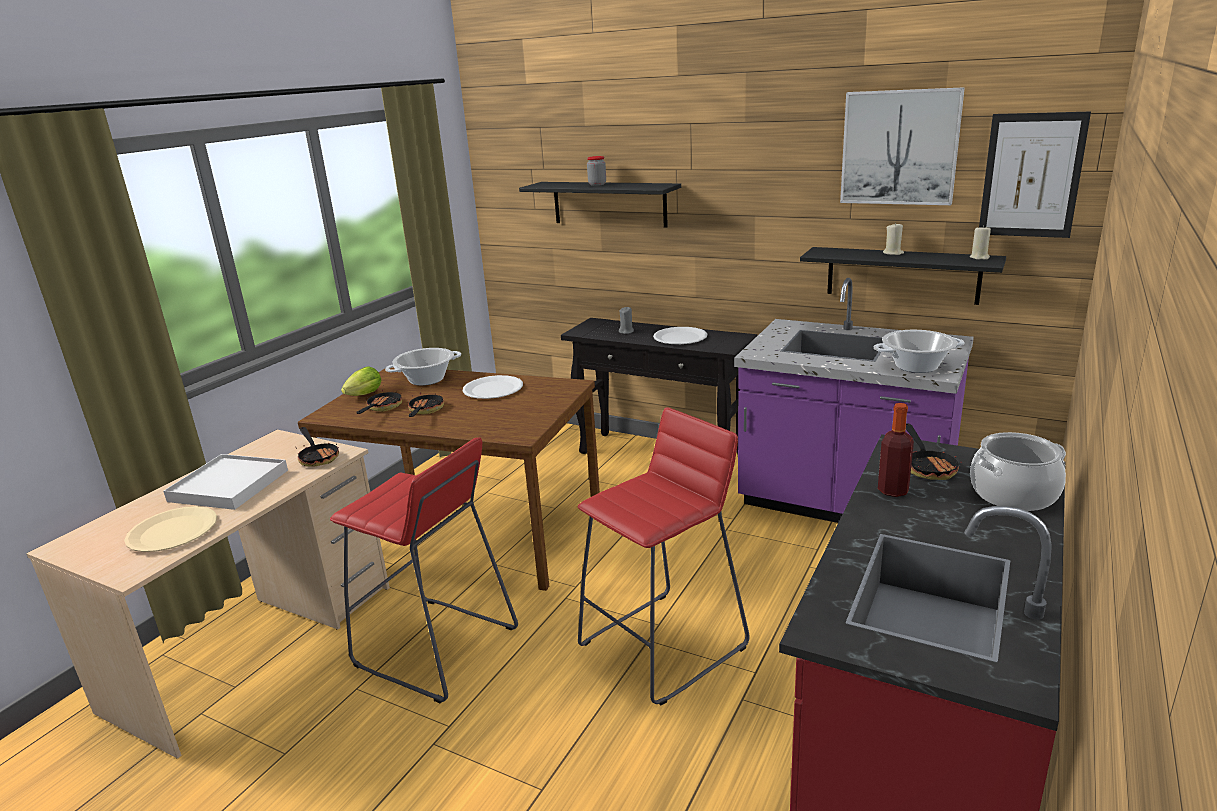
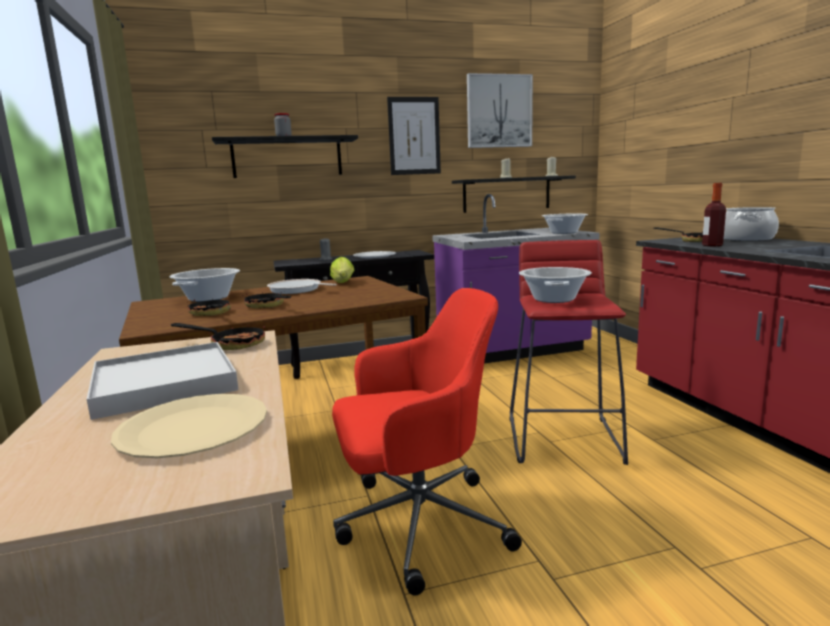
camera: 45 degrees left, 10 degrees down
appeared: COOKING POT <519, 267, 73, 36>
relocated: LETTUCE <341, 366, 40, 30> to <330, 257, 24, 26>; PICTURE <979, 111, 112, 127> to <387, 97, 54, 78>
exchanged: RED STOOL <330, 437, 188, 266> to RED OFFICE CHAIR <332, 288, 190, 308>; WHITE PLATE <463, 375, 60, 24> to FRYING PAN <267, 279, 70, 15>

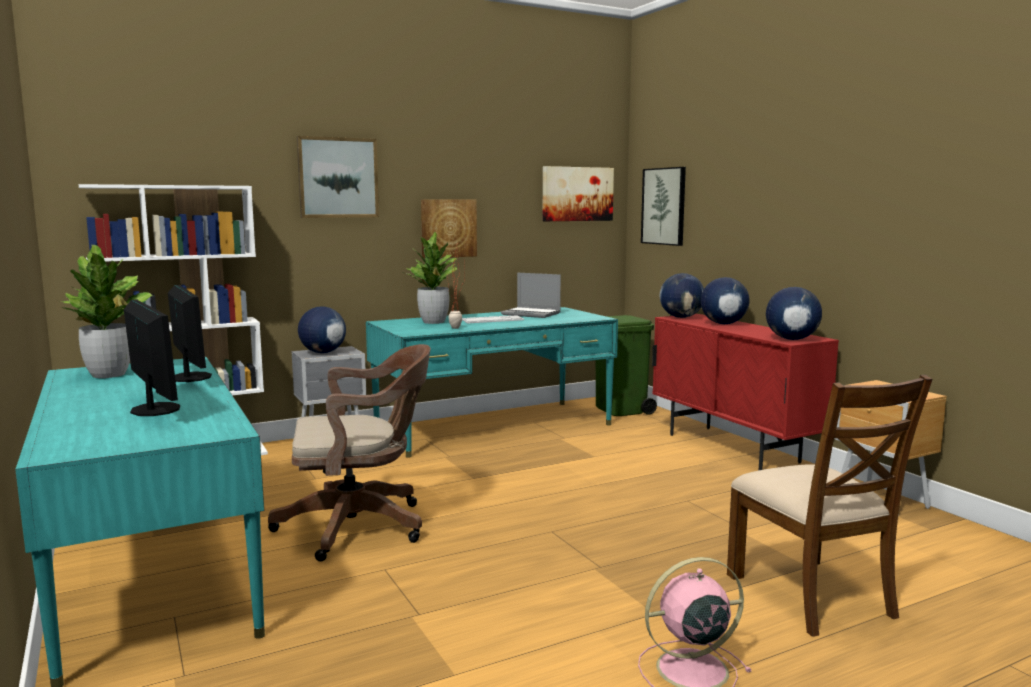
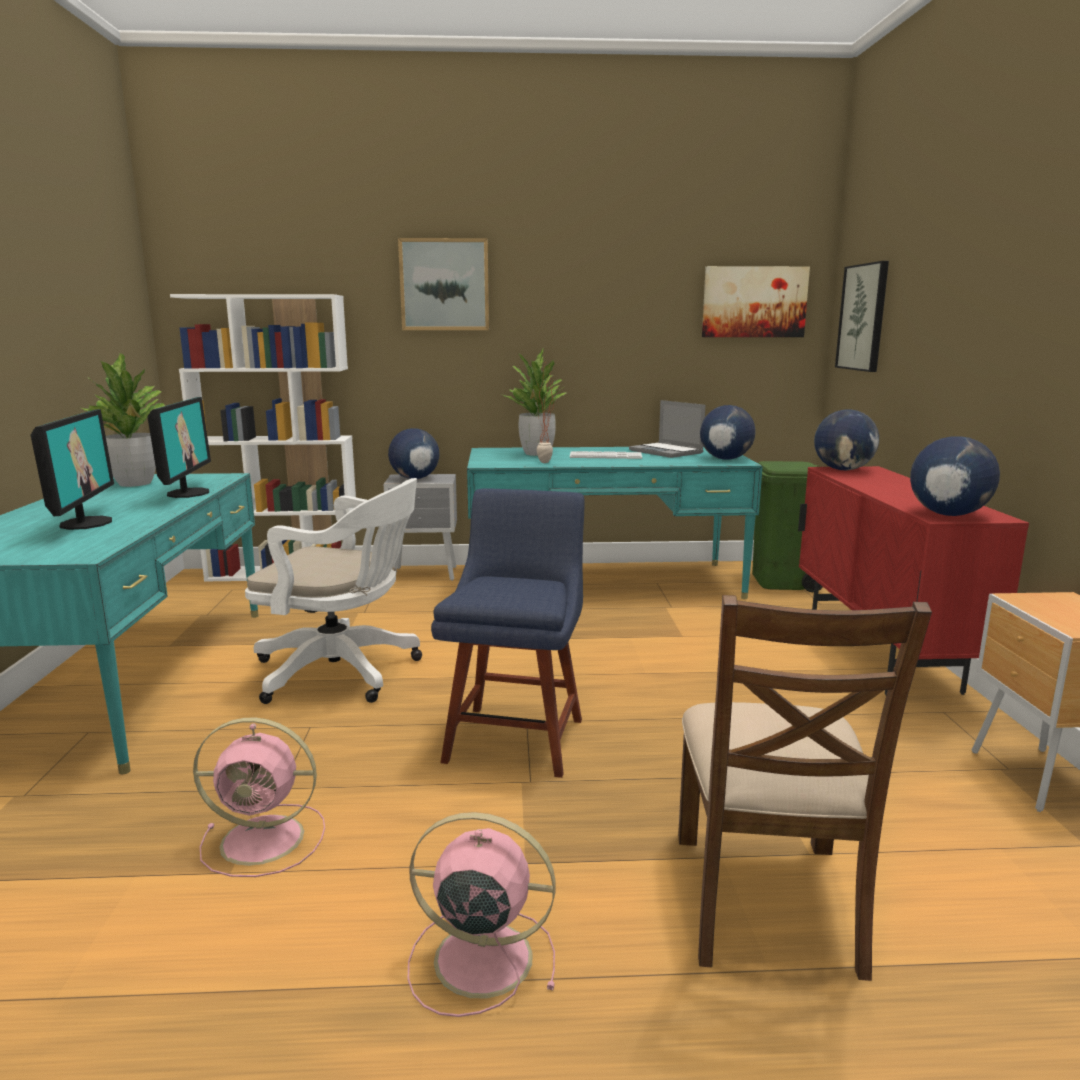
camera: 25 degrees right, 5 degrees up
missing: PICTURE <421, 199, 56, 59>
appeared: PINK FAN <193, 718, 132, 159>; BLUE CHAIR <431, 488, 153, 290>
relocated: GLOBE <701, 277, 49, 47> to <700, 405, 56, 55>
colour: BROWN OFFICE CHAIR <268, 344, 163, 218> to WHITE OFFICE CHAIR <245, 478, 177, 226>

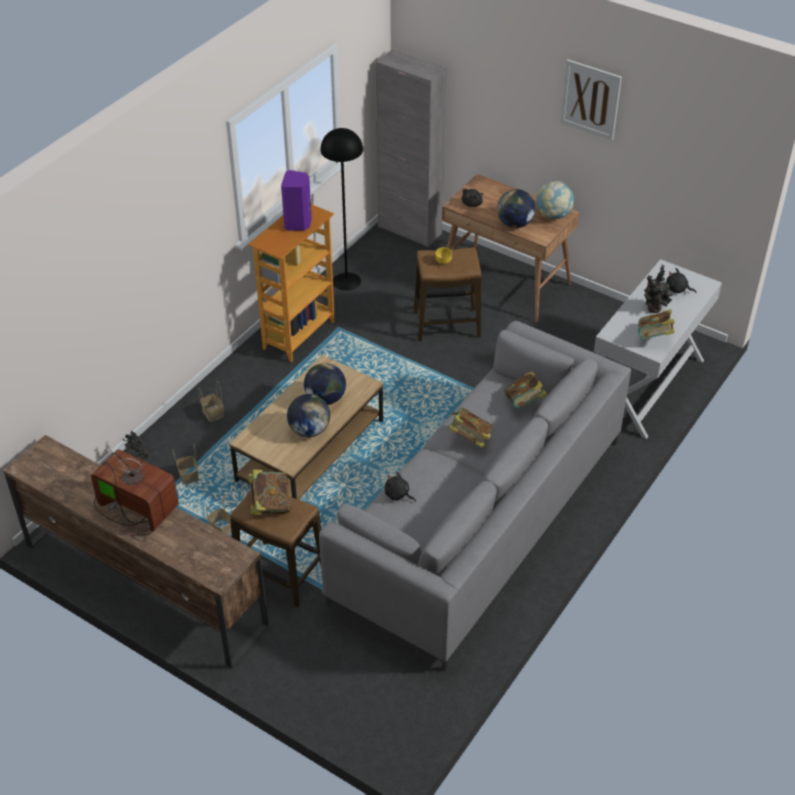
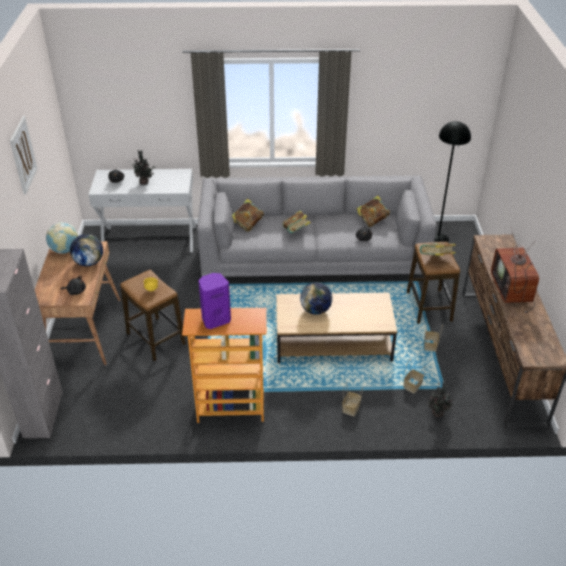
camera: 125 degrees left, 5 degrees down
missing: GLOBE <287, 394, 43, 43>
relocated: BLACK FLOOR LAMP <321, 128, 42, 163> to <434, 121, 37, 121>; BOOK <638, 309, 36, 31> to <357, 196, 33, 31>

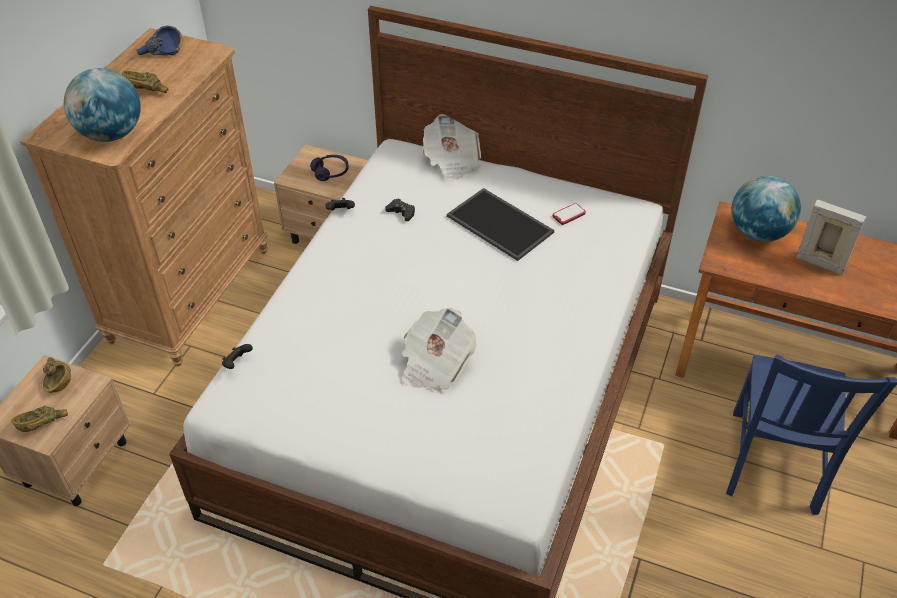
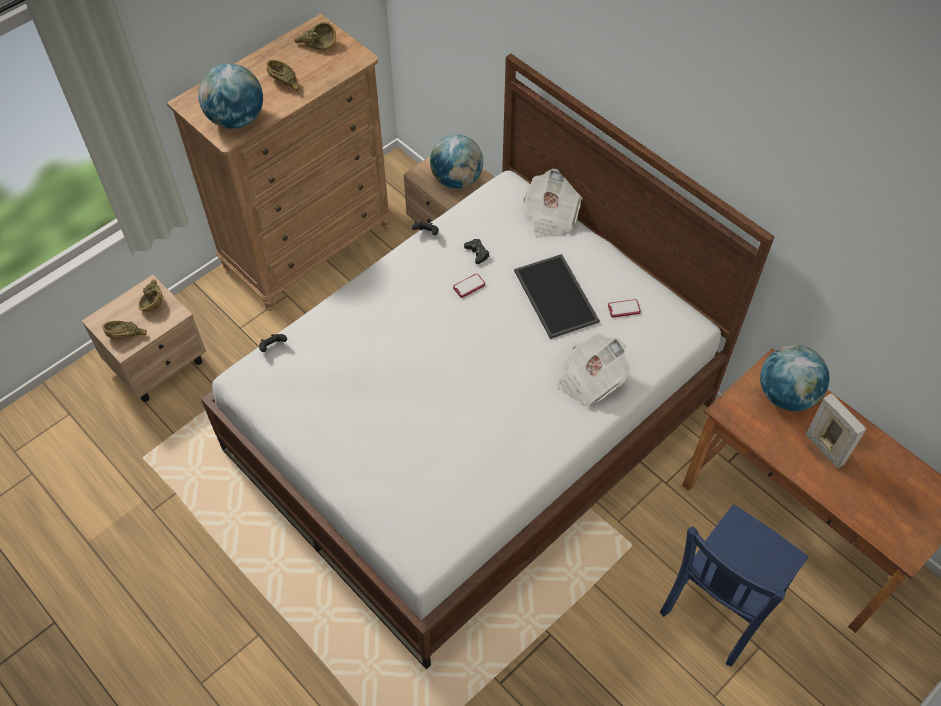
camera: 25 degrees right, 10 degrees up
appeared: PHONE <453, 274, 32, 24>
relocated: NEWSPAPER <402, 308, 74, 82> to <557, 334, 72, 72>
exchanged: PURPLE HEADPHONES <310, 155, 39, 26> to GLOBE <430, 135, 53, 54>
colour: BLUE BOWL <136, 26, 47, 29> to BROWN BOWL <294, 22, 42, 29>

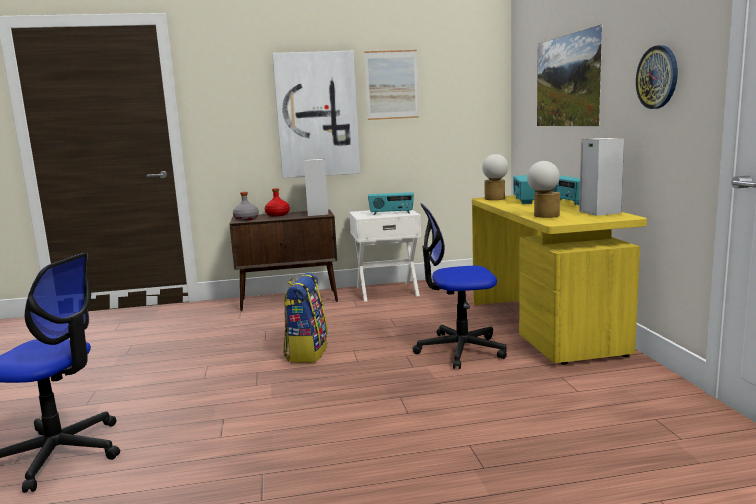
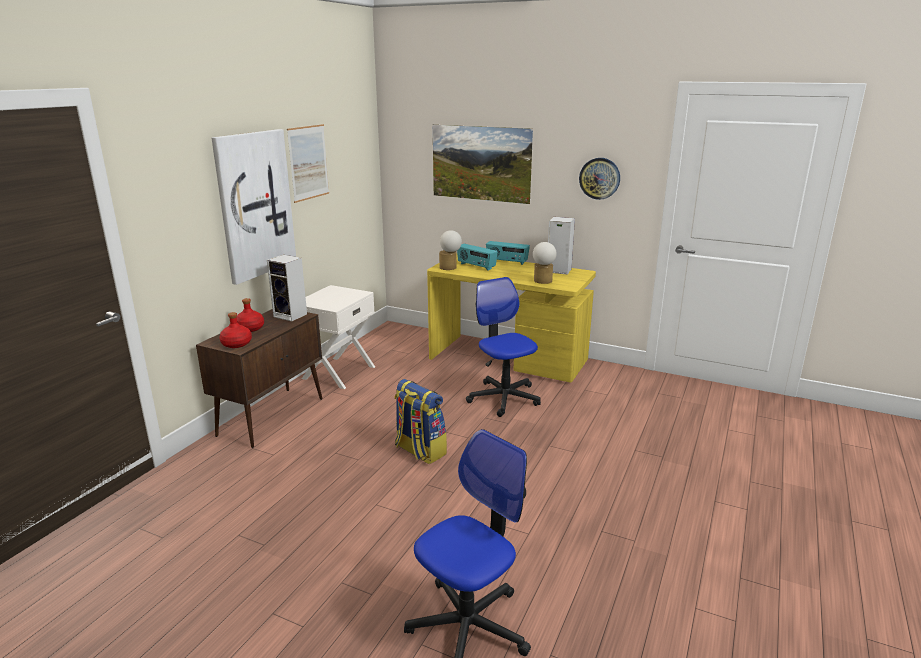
camera: 55 degrees left, 10 degrees up
missing: RADIO <368, 192, 46, 23>
colour: GREY BOTTLE <233, 192, 26, 29> to RED BOTTLE <219, 312, 33, 36>
spun: OFFICE CHAIR <412, 203, 95, 166> = <466, 277, 75, 140> 120 degrees clockwise

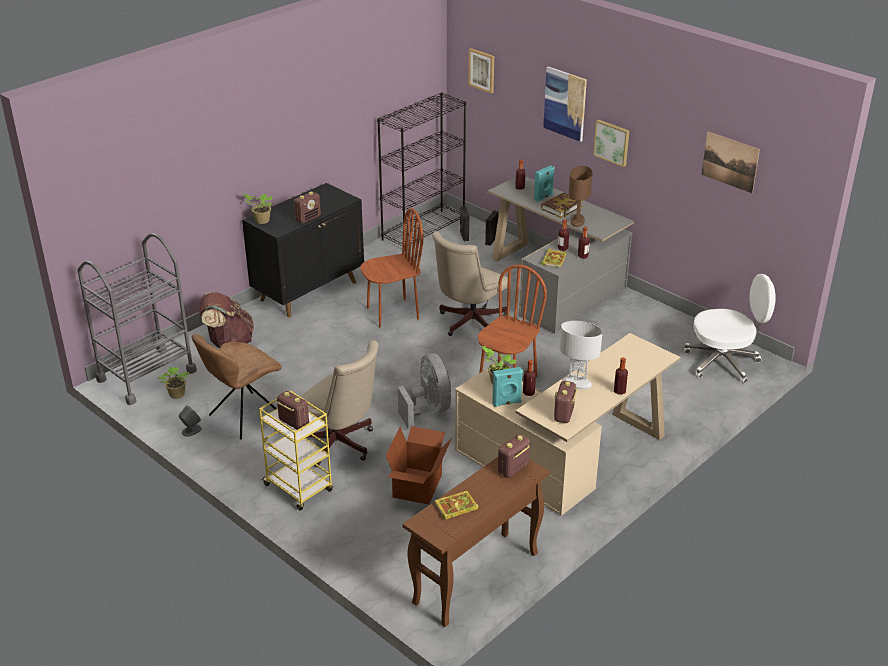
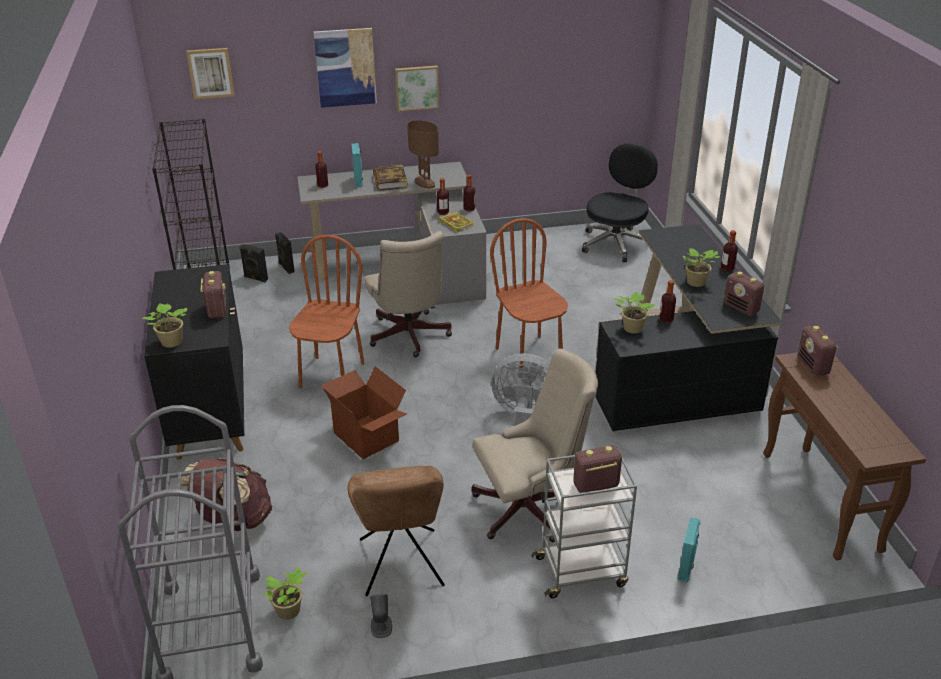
camera: 55 degrees left, 0 degrees up
missing: BOOK <435, 491, 44, 28>; PICTURE <701, 131, 59, 62>
relocated: CARDBOARD BOX <386, 426, 66, 79> to <321, 366, 86, 93>; TURQUOISE SPEAKER <492, 367, 31, 40> to <678, 517, 22, 66>
exchanged: WHITE TABLE LAMP <560, 321, 42, 68> to POTTED PLANT <683, 248, 37, 39>
colour: YELLOW CART <259, 391, 74, 120> to GREY CART <532, 449, 105, 149>; BEIGE DESK <455, 333, 226, 183> to BLACK DESK <595, 224, 187, 207>; WHITE OFFICE CHAIR <684, 274, 92, 109> to BLACK OFFICE CHAIR <582, 143, 76, 119>

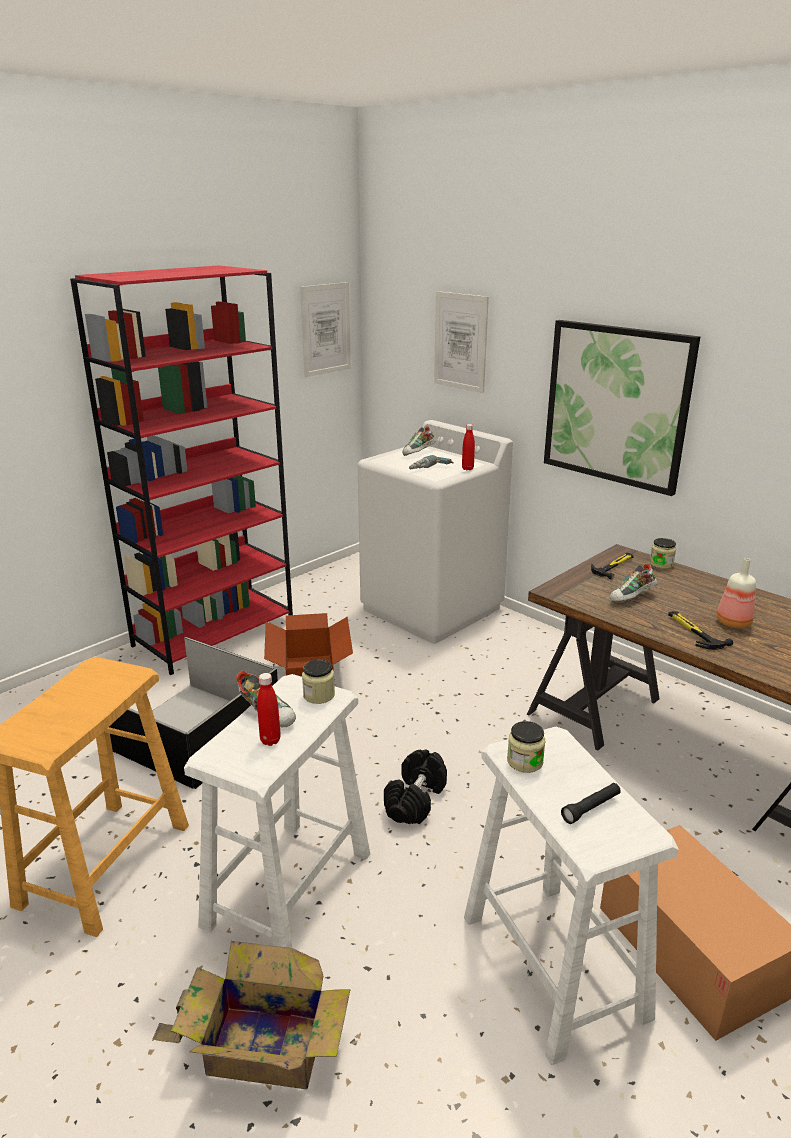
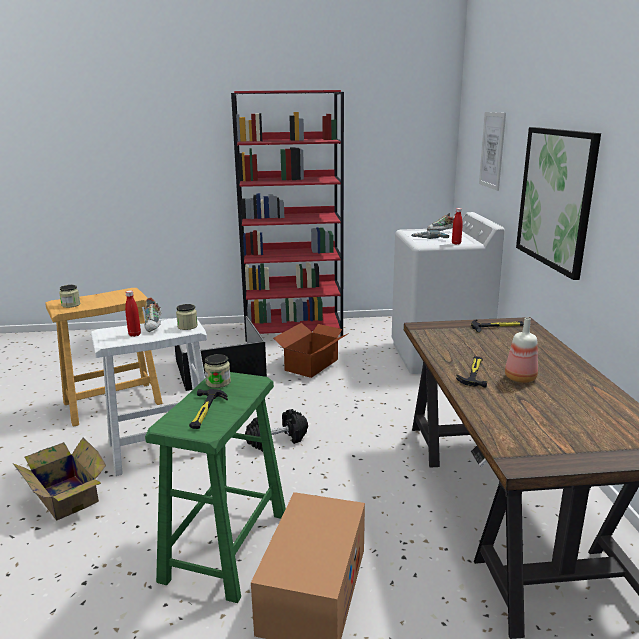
camera: 40 degrees right, 5 degrees down
missing: PICTURE <300, 282, 51, 95>; SHOE <610, 563, 48, 39>
relocated: JAR <650, 538, 26, 31> to <59, 285, 21, 23>
exchanged: BLACK FLASHLIGHT <561, 783, 60, 41> to HAMMER <189, 389, 39, 40>
colour: WHITE STOOL <464, 727, 214, 338> to GREEN STOOL <145, 372, 141, 231>

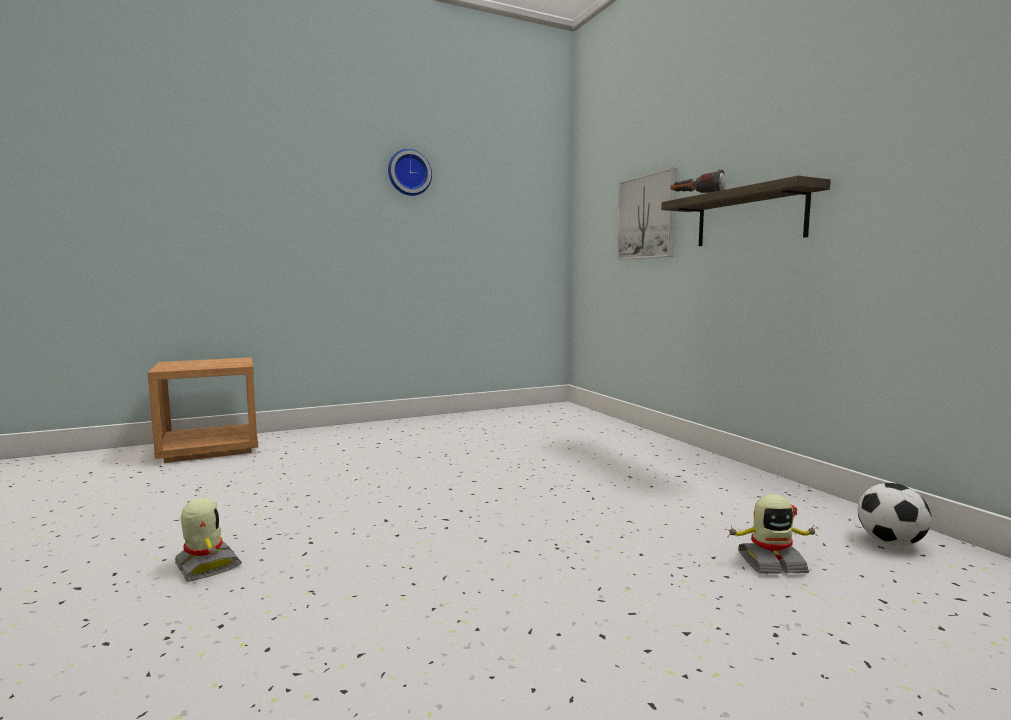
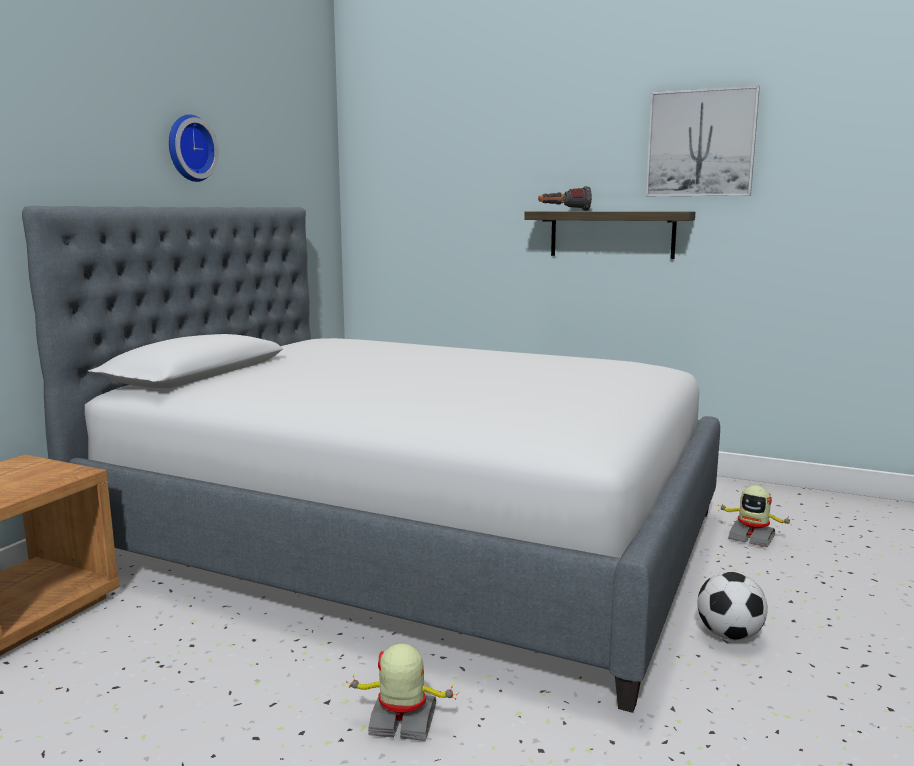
camera: 40 degrees left, 5 degrees up
appeared: BED <22, 206, 698, 507>
relocated: PICTURE <617, 168, 60, 92> to <646, 85, 114, 111>; FOOTBALL <858, 483, 73, 63> to <697, 572, 71, 68>
spun: TOY ROBOT <725, 494, 93, 80> = <717, 485, 76, 62> 75 degrees clockwise

